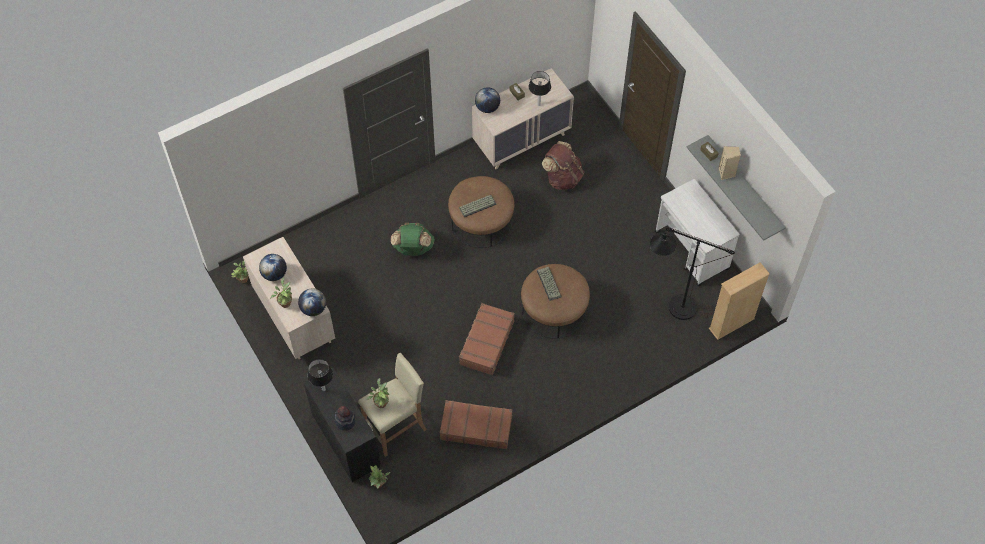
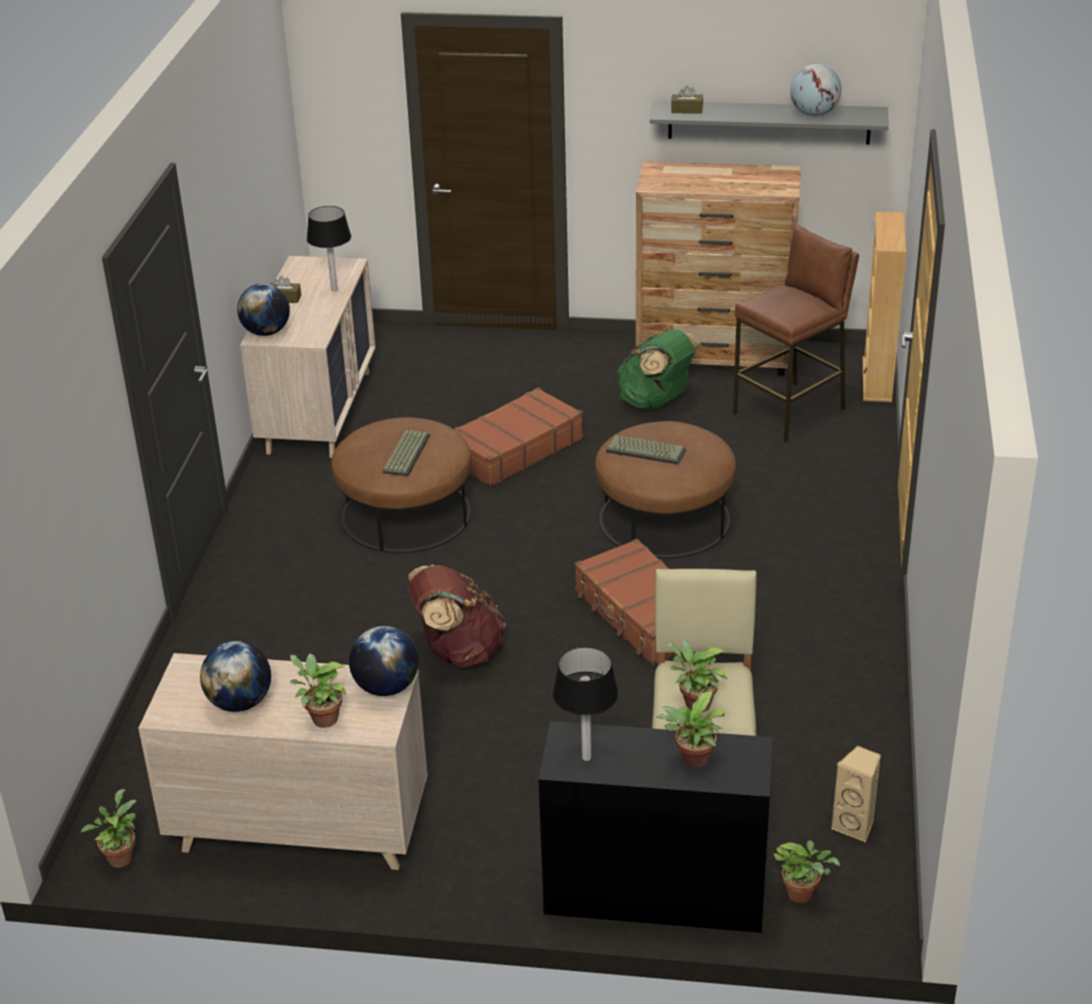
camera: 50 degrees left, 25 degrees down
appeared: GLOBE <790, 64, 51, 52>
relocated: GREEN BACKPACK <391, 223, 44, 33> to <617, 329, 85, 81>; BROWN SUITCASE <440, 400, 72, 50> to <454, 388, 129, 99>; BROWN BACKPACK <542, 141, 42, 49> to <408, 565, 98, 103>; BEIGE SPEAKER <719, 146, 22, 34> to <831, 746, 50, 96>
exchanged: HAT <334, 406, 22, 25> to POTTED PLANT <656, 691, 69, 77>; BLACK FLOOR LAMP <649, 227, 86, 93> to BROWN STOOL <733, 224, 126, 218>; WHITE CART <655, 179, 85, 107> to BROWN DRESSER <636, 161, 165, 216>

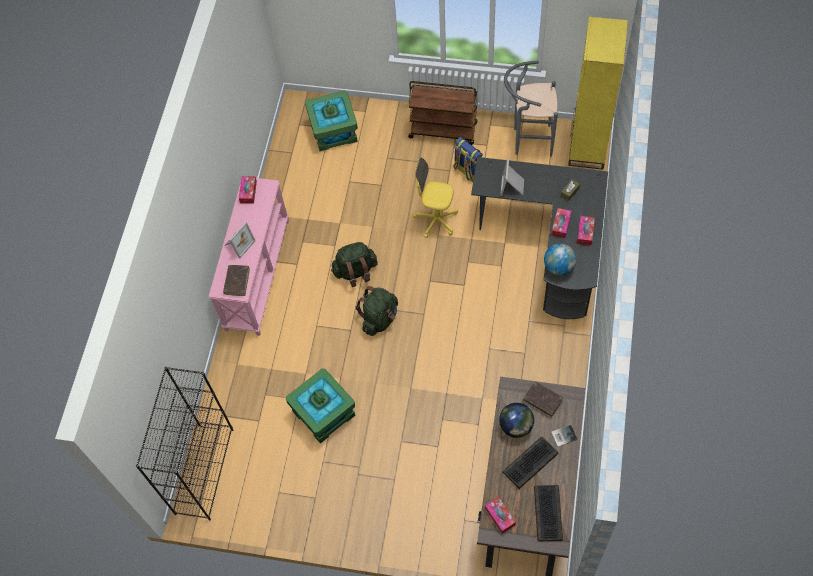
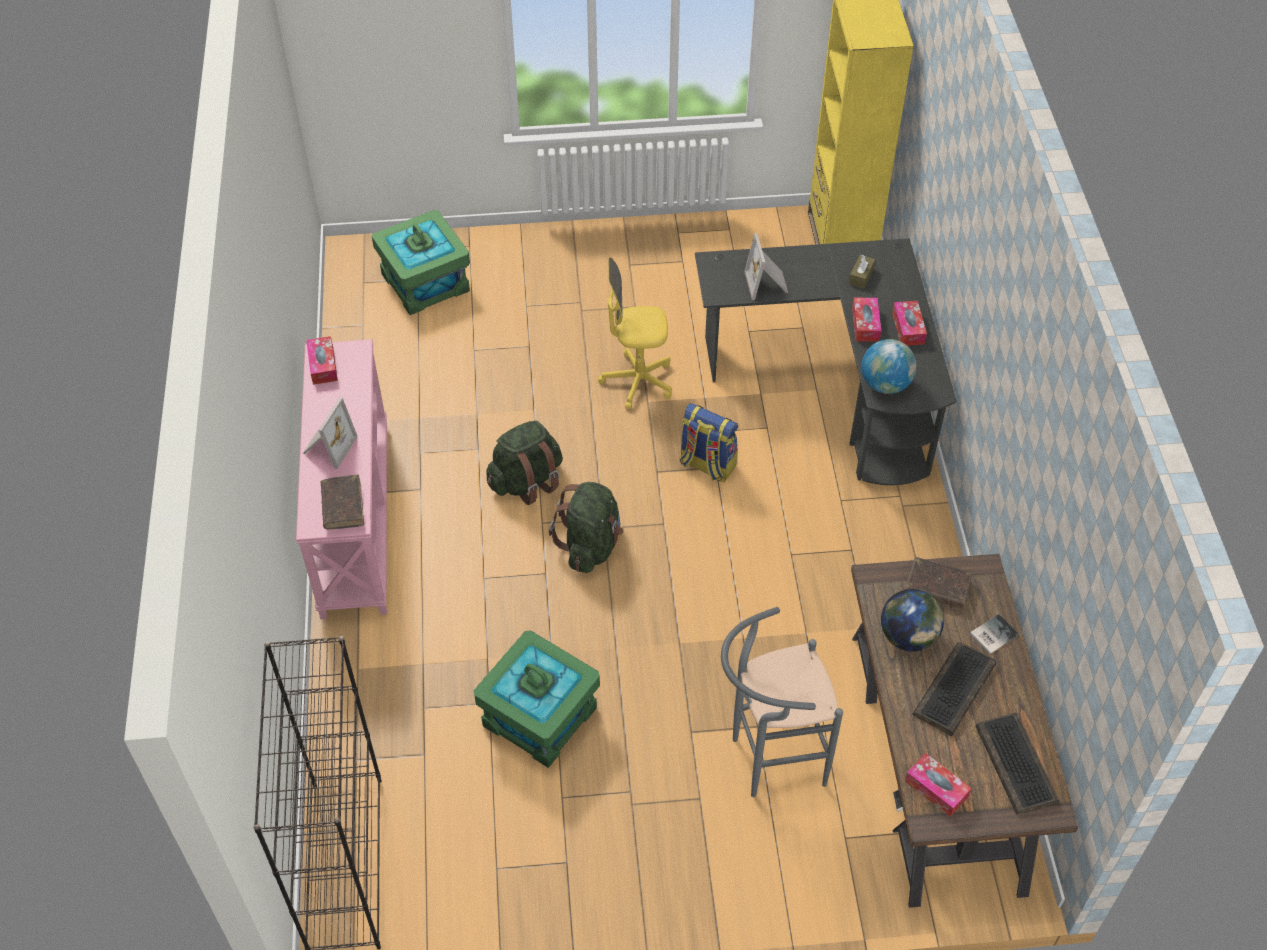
camera: 20 degrees left, 10 degrees down
missing: BROWN CART <408, 81, 70, 64>
relocated: BACKPACK <454, 137, 29, 45> to <680, 403, 58, 79>; GREY STOOL <504, 60, 54, 97> to <721, 607, 122, 190>

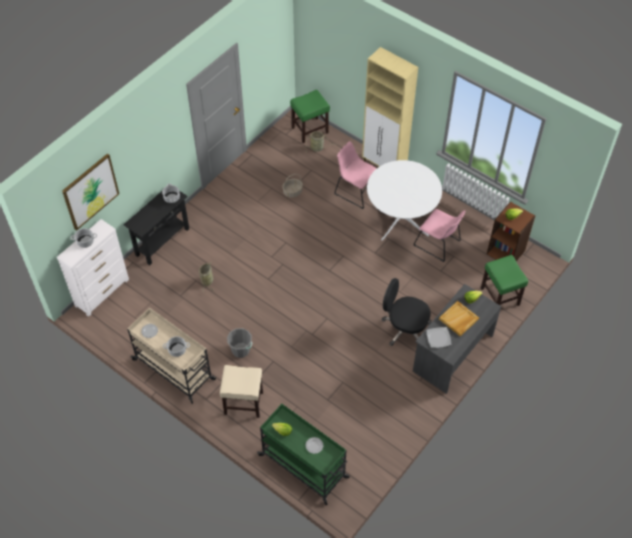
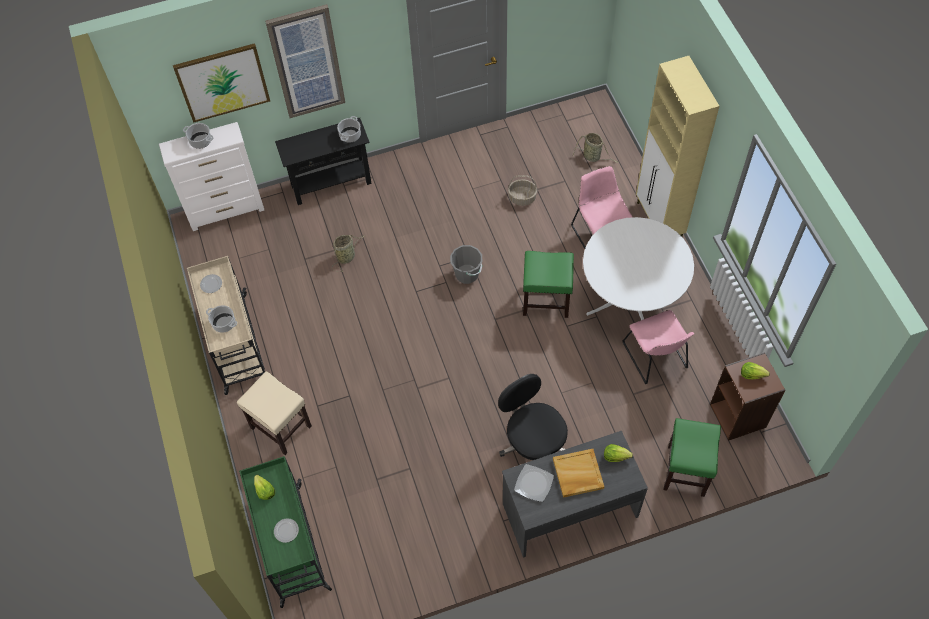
camera: 35 degrees right, 5 degrees up
appeared: PICTURE <265, 4, 80, 114>
relocated: GREY BUCKET <227, 328, 25, 30> to <450, 245, 32, 39>; GREEN STOOL <290, 90, 40, 53> to <523, 251, 51, 67>

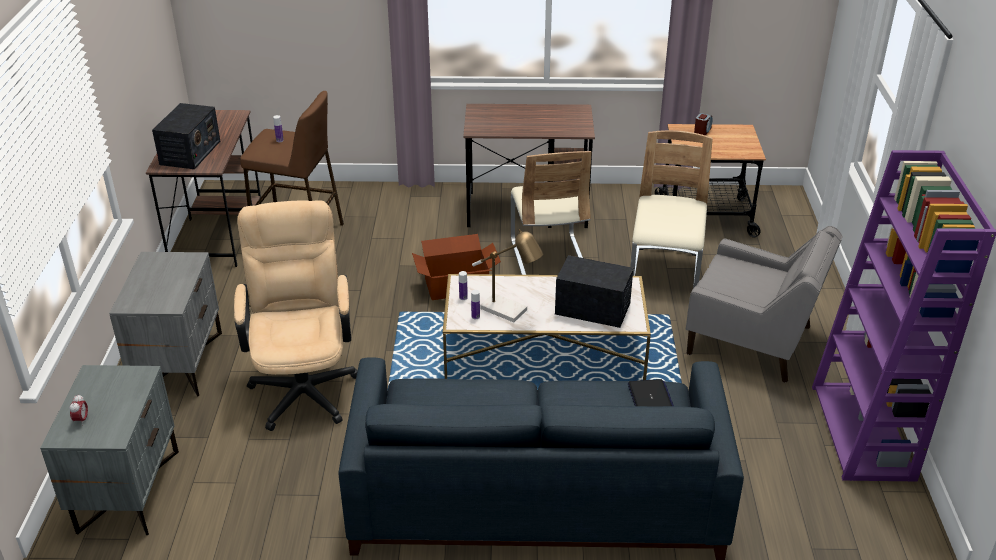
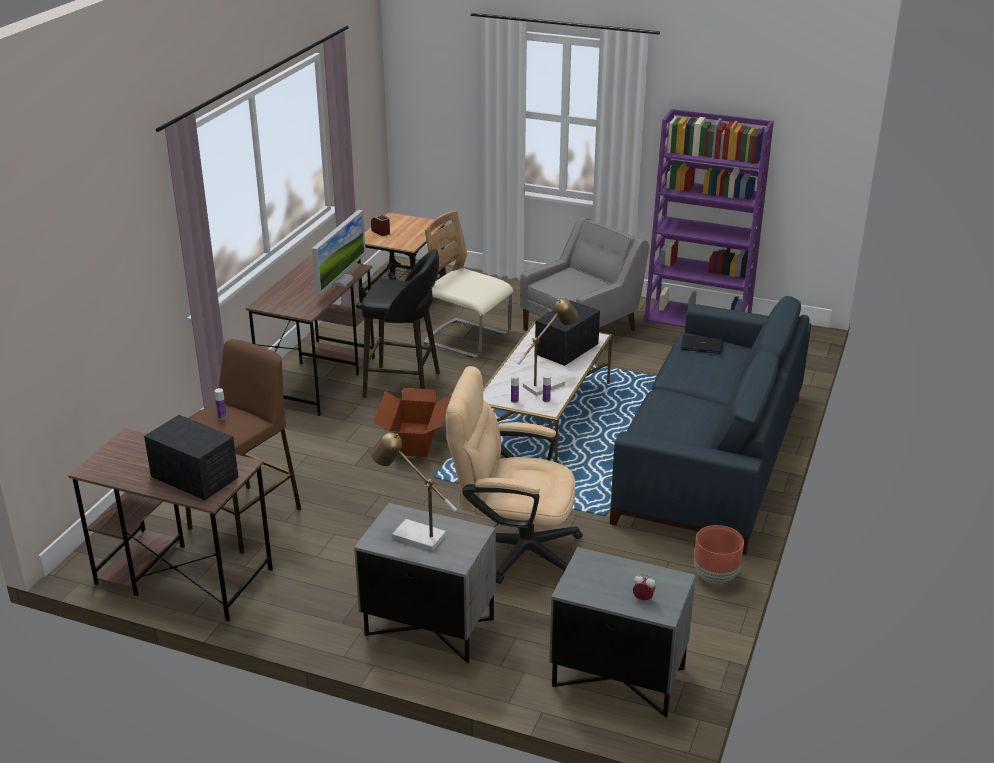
camera: 70 degrees left, 5 degrees down
appeared: MONITOR <312, 210, 54, 85>; TABLE LAMP <371, 432, 86, 119>; BROWN PLANTER <694, 525, 50, 59>
exchanged: BEIGE CHAIR <511, 151, 81, 124> to BLACK STOOL <362, 249, 78, 149>

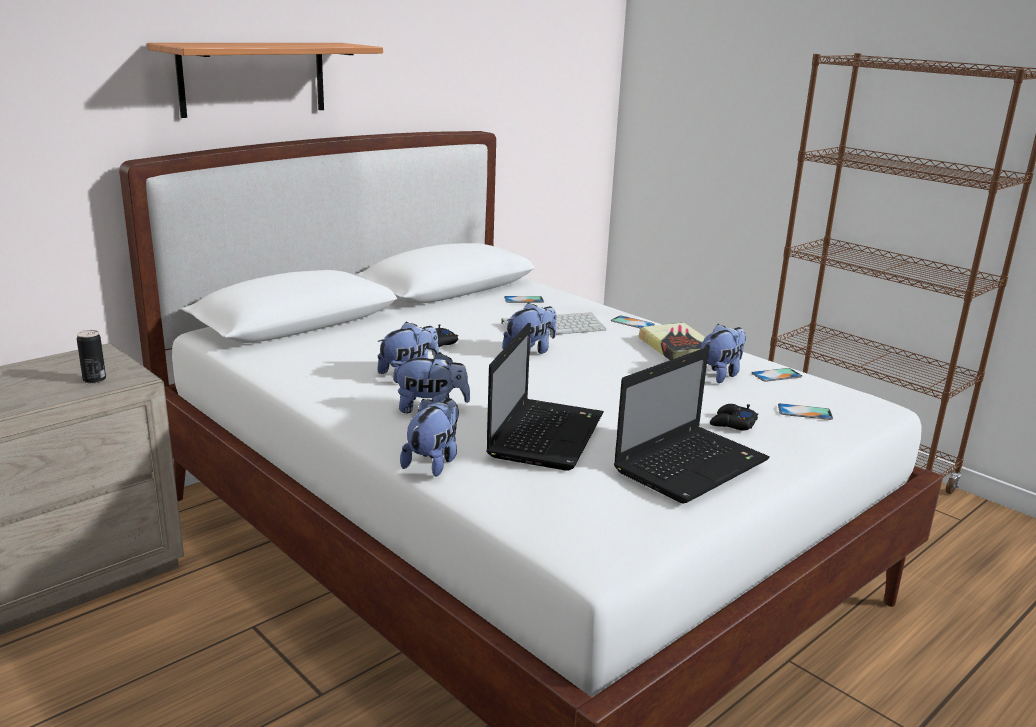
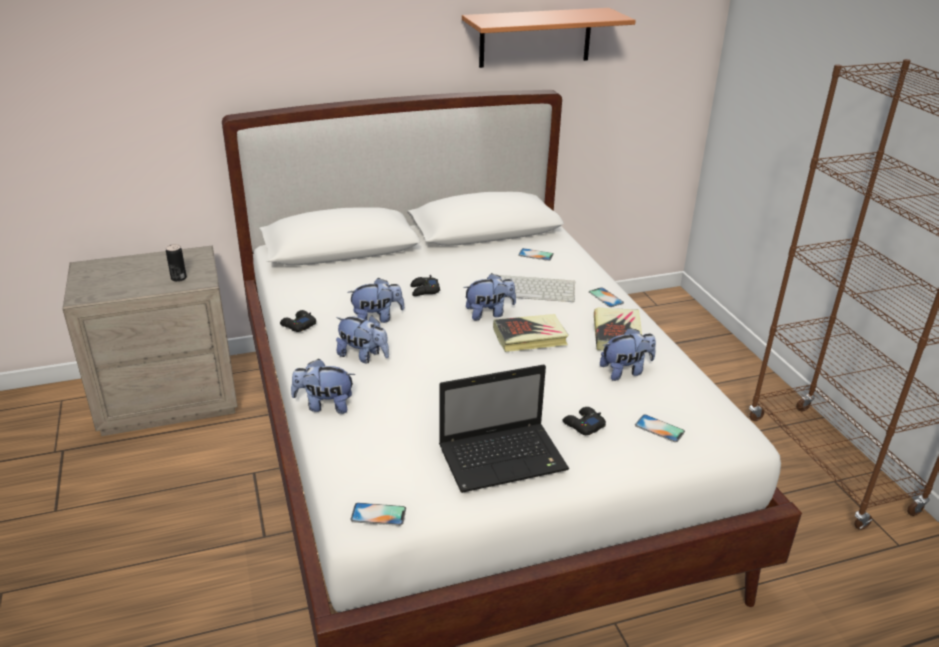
camera: 25 degrees right, 10 degrees up
missing: LAPTOP <486, 323, 118, 148>
appeared: BLACK GAME CONTROLLER <280, 310, 36, 22>; BOOK <493, 314, 76, 38>
relocated: SHELF <147, 43, 236, 75> to <462, 8, 174, 60>; PHONE <752, 368, 51, 14> to <350, 503, 56, 23>
spun: PLUSH TOY <400, 398, 59, 79> = <291, 359, 64, 55> 135 degrees counterclockwise

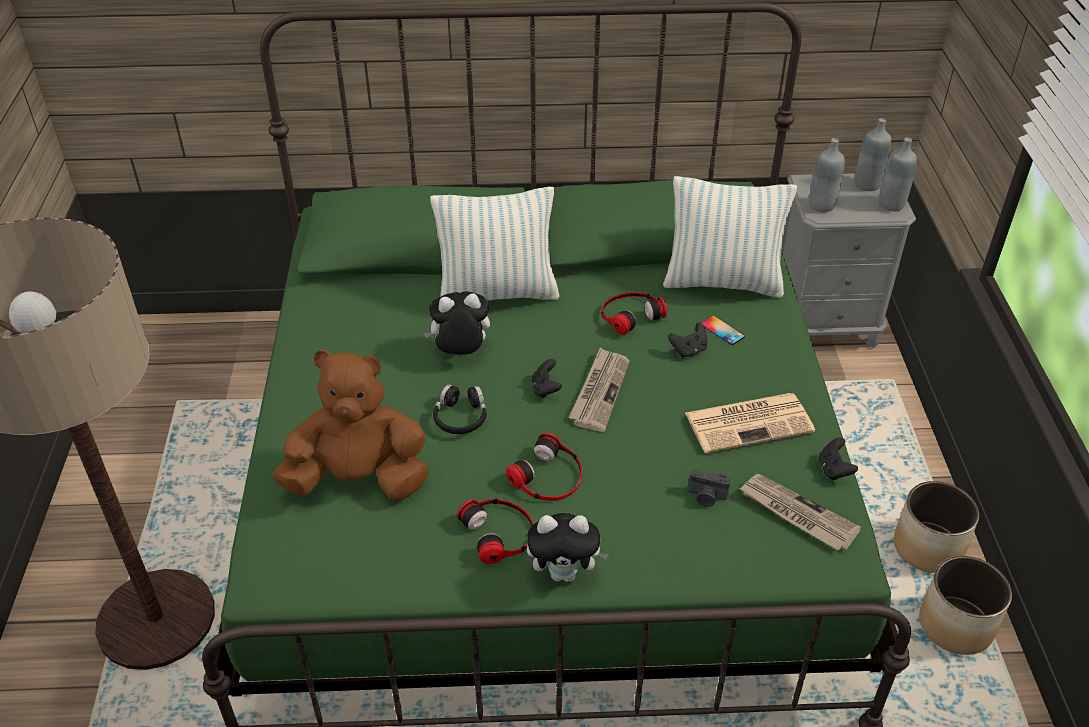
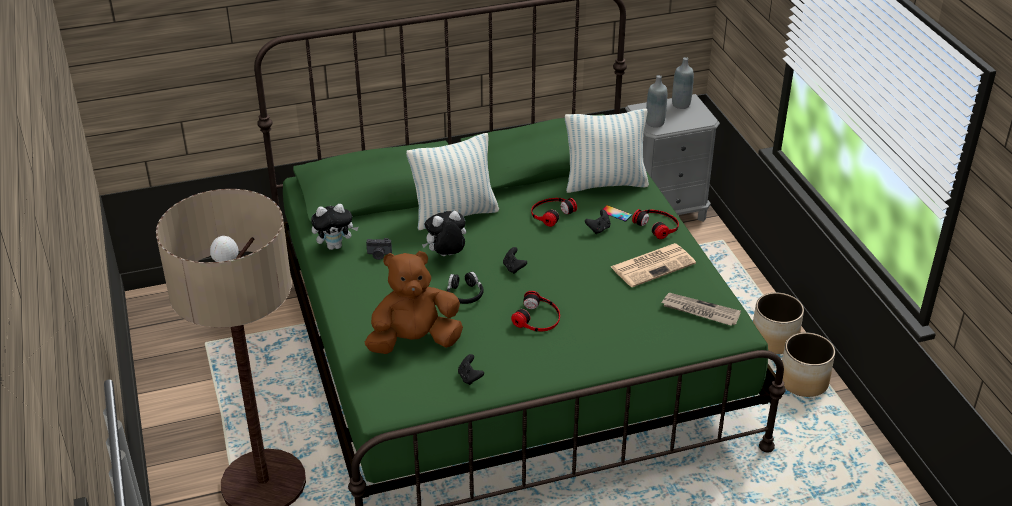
camera: 15 degrees left, 5 degrees down
missing: NEWSPAPER <569, 347, 61, 85>; GREY BOTTLE <879, 137, 38, 75>
relocated: HEADPHONES <457, 499, 77, 65> to <632, 209, 47, 30>; PLUSH TOY <527, 513, 82, 69> to <311, 204, 47, 46>; PHOTO CAMERA <688, 470, 43, 37> to <366, 238, 26, 22>; BLACK GAME CONTROLLER <818, 437, 40, 44> to <458, 354, 26, 31>

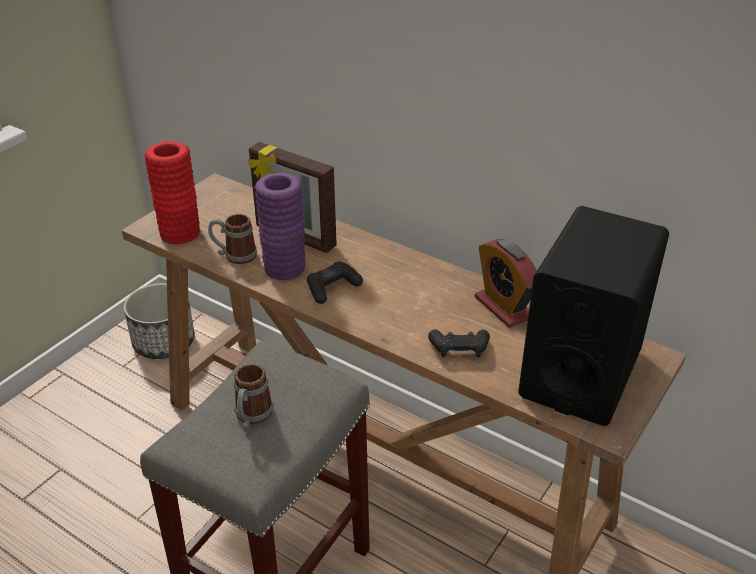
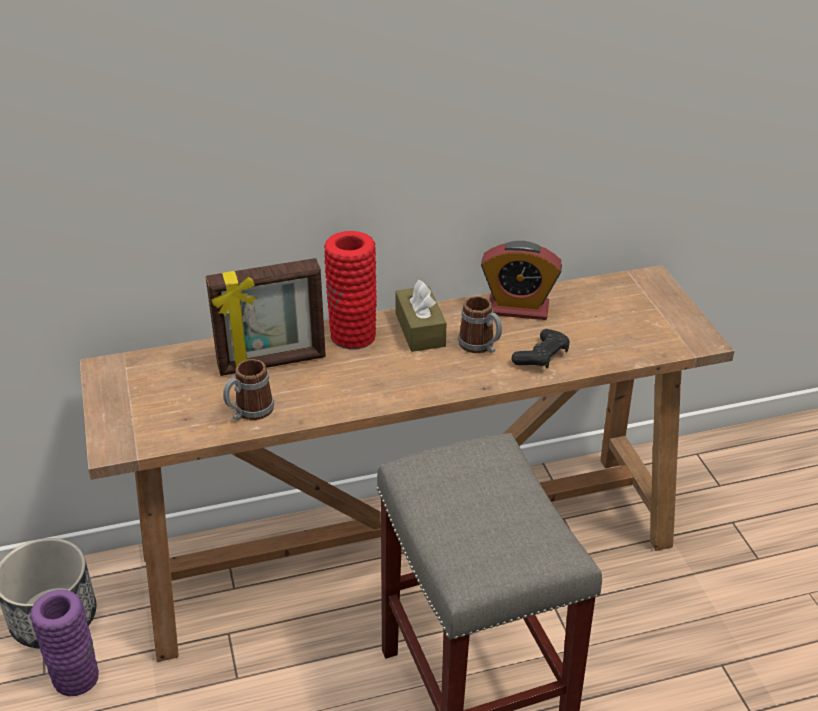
camera: 50 degrees left, 0 degrees up
missing: BLACK GAME CONTROLLER <307, 261, 56, 43>; BLACK SPEAKER <518, 206, 151, 220>
appeared: BROWN TISSUE BOX <395, 280, 51, 72>
relocated: RED VASE <145, 141, 55, 103> to <324, 231, 53, 119>; MUG <234, 364, 40, 64> to <458, 296, 44, 57>; PURPLE VASE <255, 173, 50, 107> to <30, 590, 69, 107>

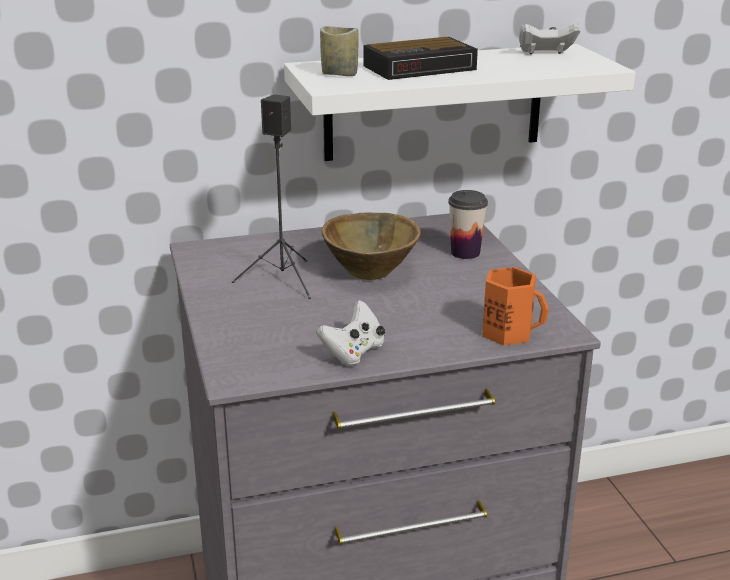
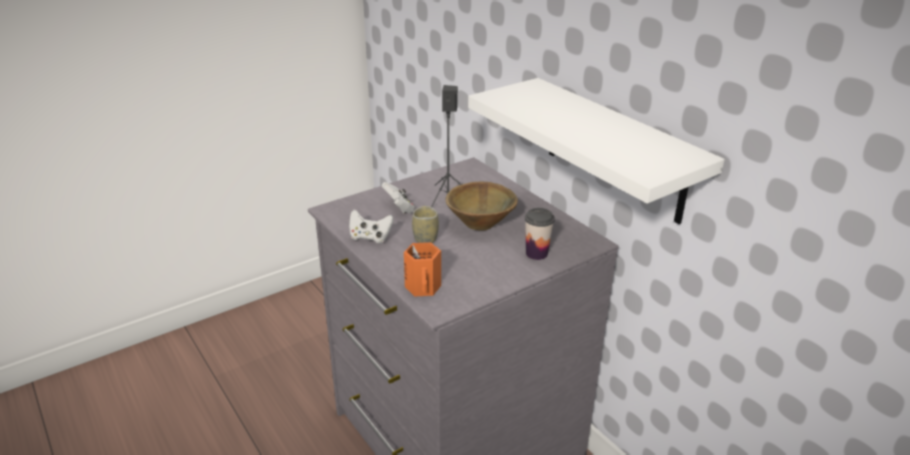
camera: 70 degrees right, 5 degrees up
missing: ALARM CLOCK <363, 37, 115, 43>
relocated: CUP <320, 26, 38, 50> to <412, 206, 27, 37>; WHITE GAME CONTROLLER <519, 23, 62, 31> to <382, 182, 33, 31>

